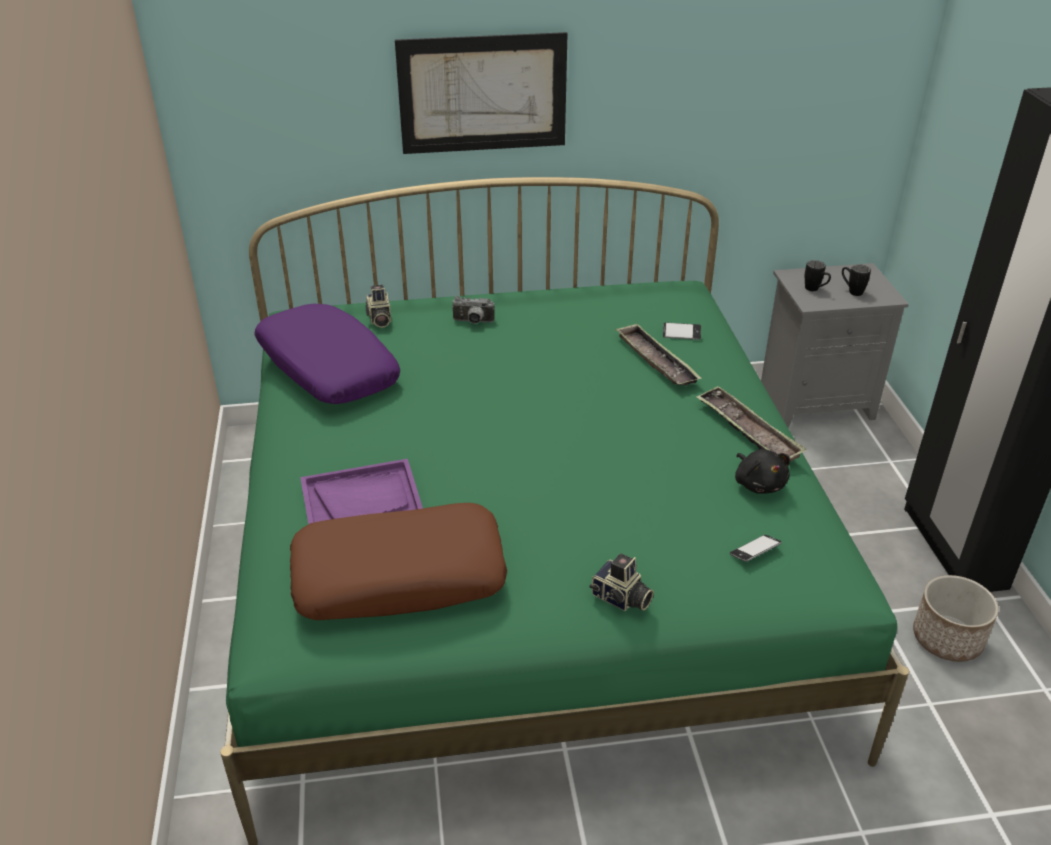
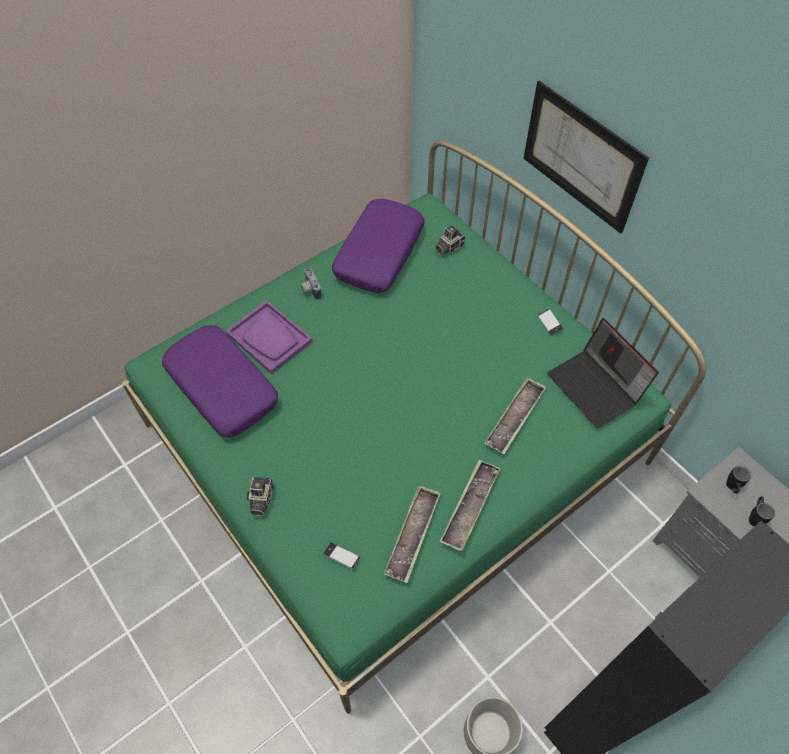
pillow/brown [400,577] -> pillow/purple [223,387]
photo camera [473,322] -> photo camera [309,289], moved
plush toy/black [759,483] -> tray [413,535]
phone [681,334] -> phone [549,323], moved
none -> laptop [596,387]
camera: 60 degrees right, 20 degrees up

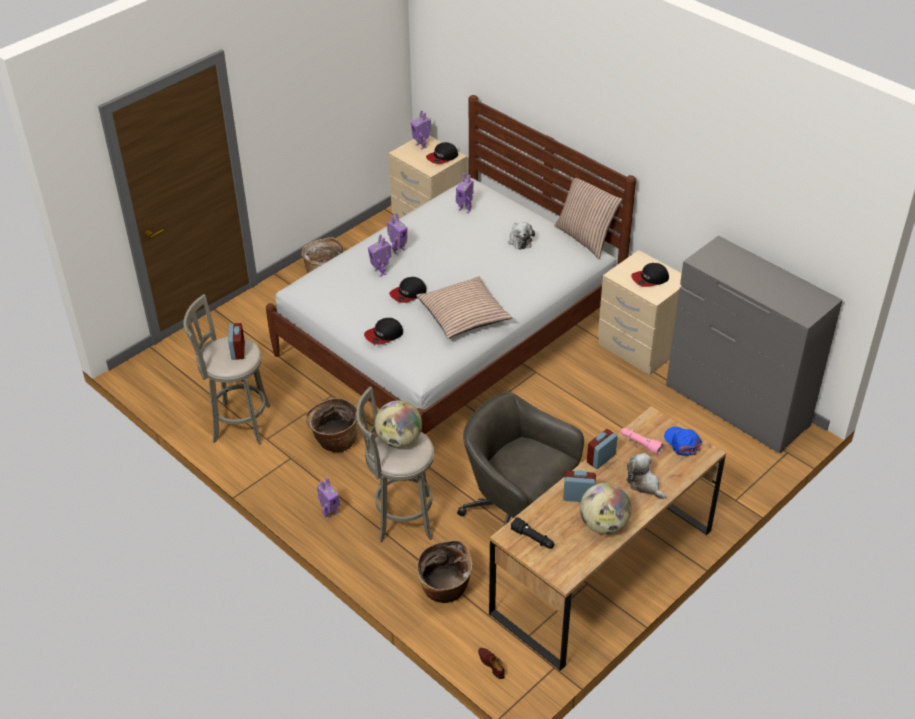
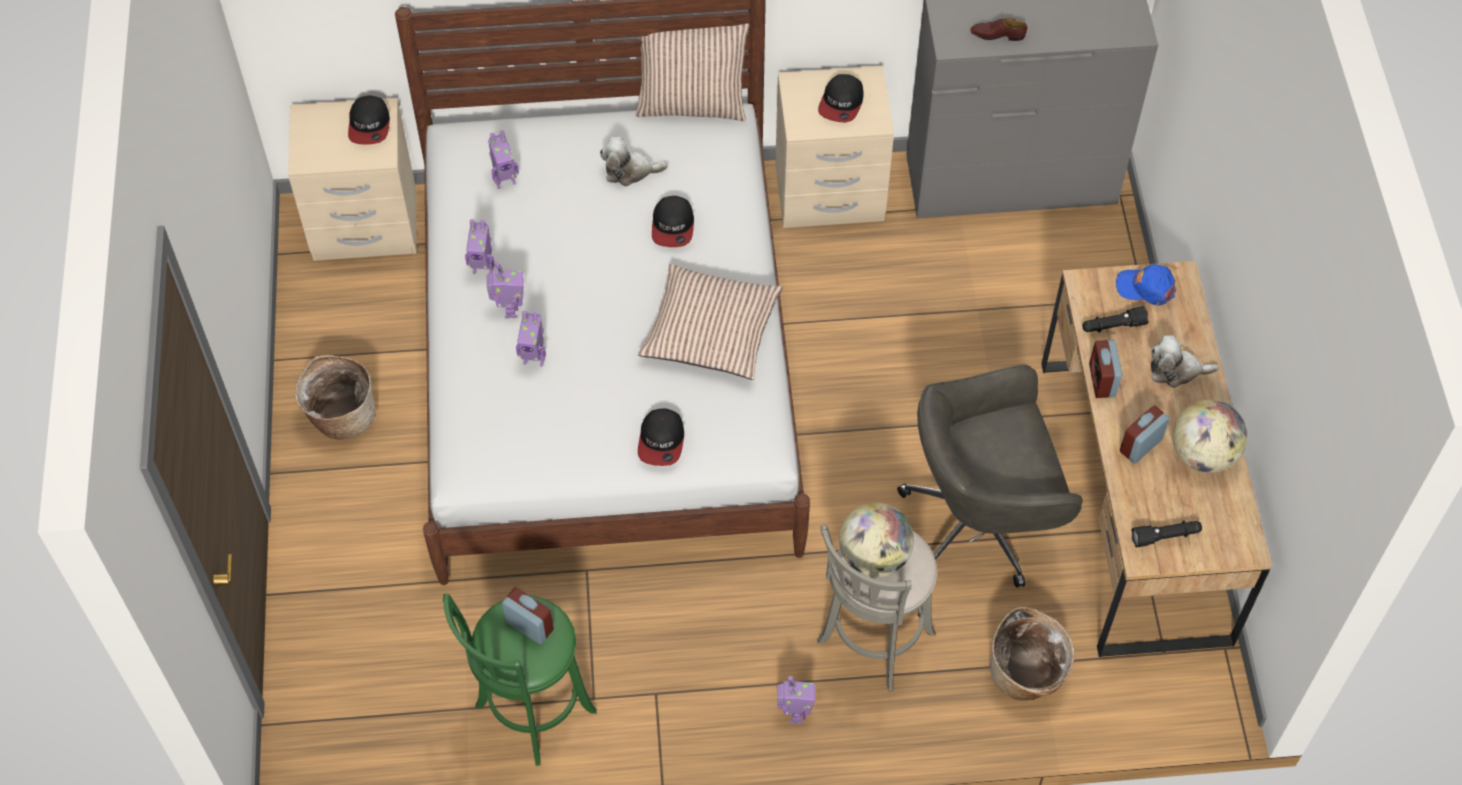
stool/grey [238,423] -> stool/green [530,713]
toy robot [421,145] -> toy robot [483,268], moved
plush toy [520,240] -> plush toy [630,171], 150 degrees clockwise
cap [408,294] -> cap [673,226], moved
shoe/brown [491,664] -> shoe/brown [997,34], moved
flashlight/pink [640,444] -> flashlight/black [1113,326]
basket [335,441] -> none
camera: 50 degrees left, 15 degrees up

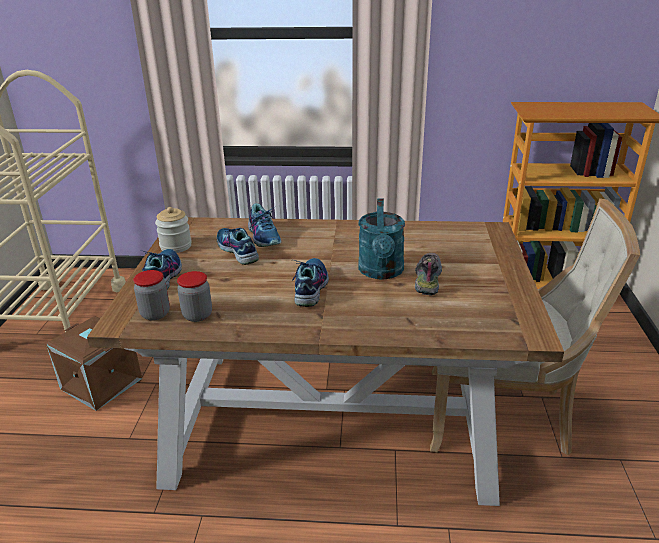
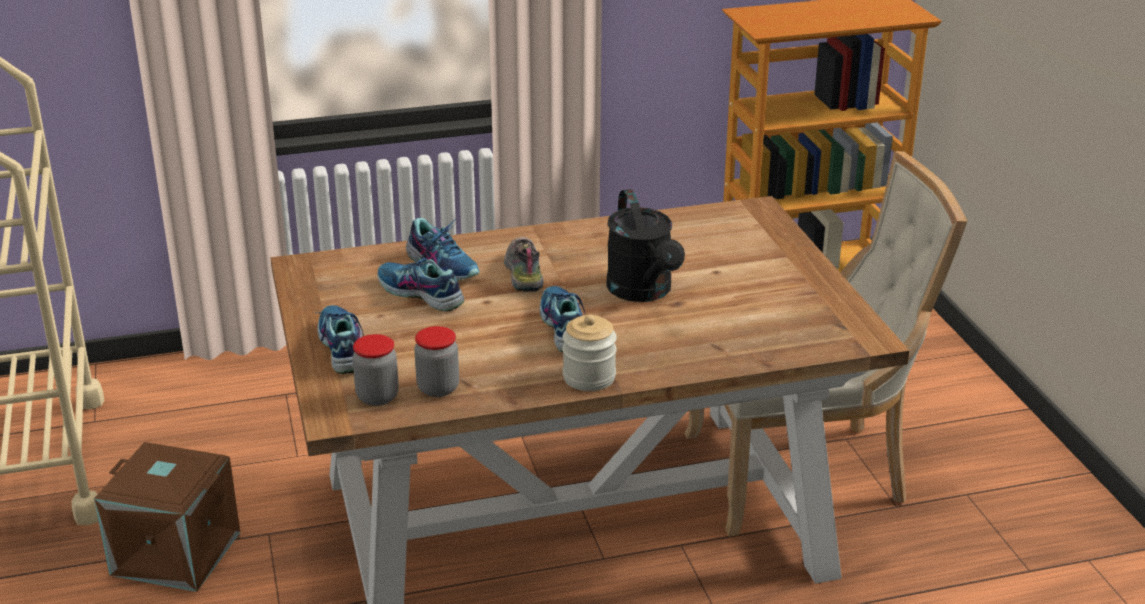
shoe [427,279] -> shoe [523,272], moved
jar [176,246] -> jar [589,377], moved
watering can/turquoise [381,272] -> watering can/black [644,292]
camera: 20 degrees left, 0 degrees up

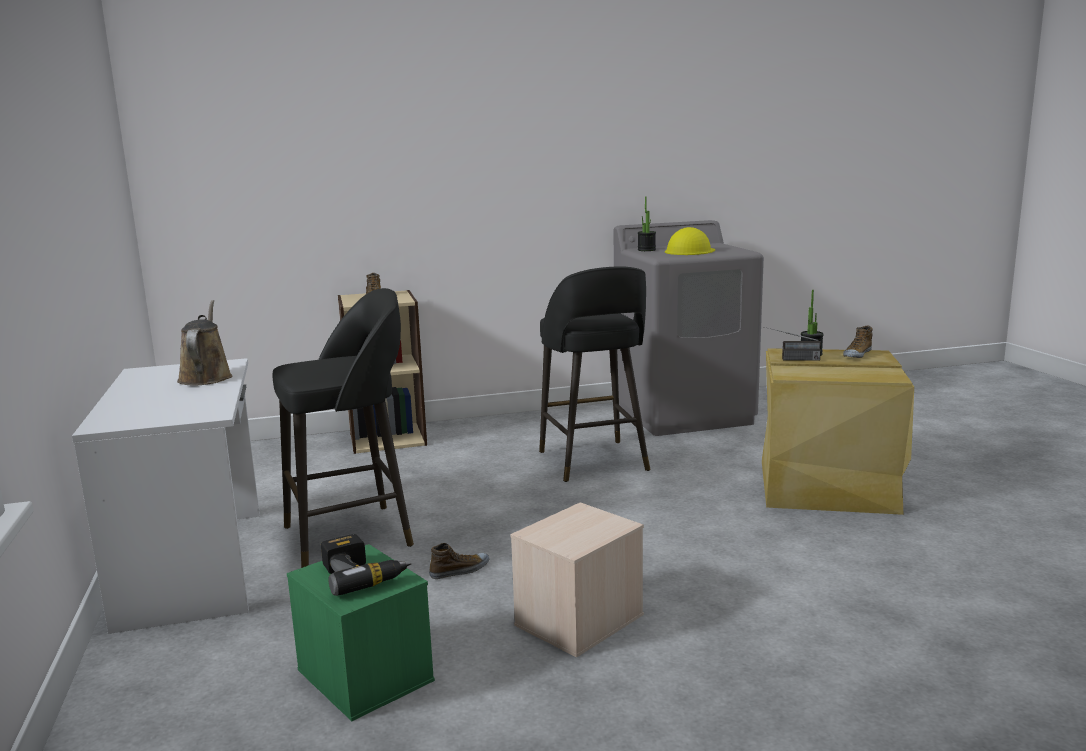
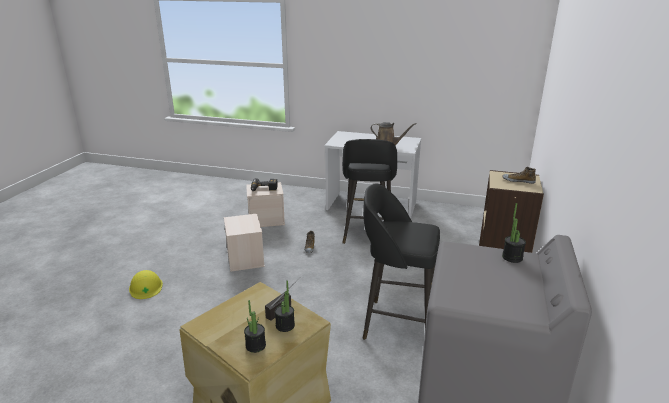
hard hat/yellow [689,251] -> hard hat/yellow [146,287], moved
shoe [857,354] -> potted plant [255,345]
storage box/green [363,675] -> storage box/beige [267,219]
camera: 120 degrees right, 10 degrees up

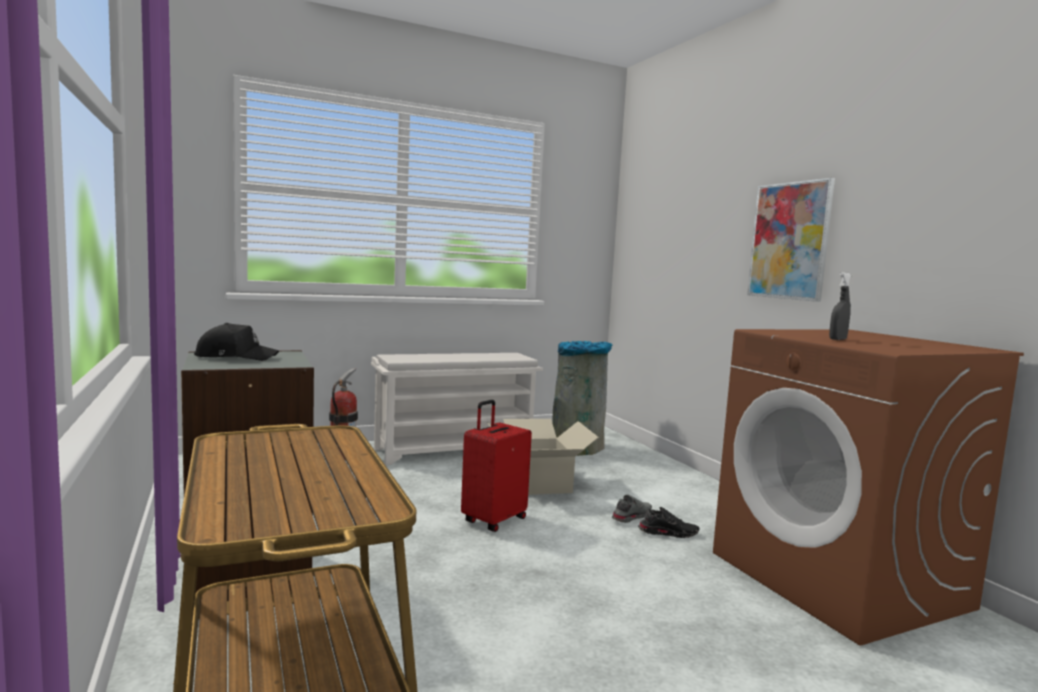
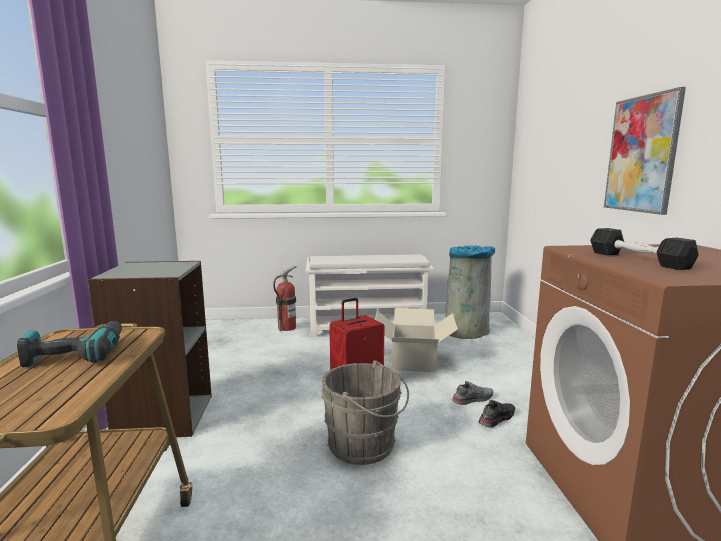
none -> power drill [76,354]
none -> bucket/grey [365,445]
shoe/black [668,532] -> shoe/black [496,418], 60 degrees counterclockwise
spray bottle/grey [837,339] -> dumbbell/black [637,260]
cap/black [236,357] -> none
camera: 20 degrees right, 5 degrees up

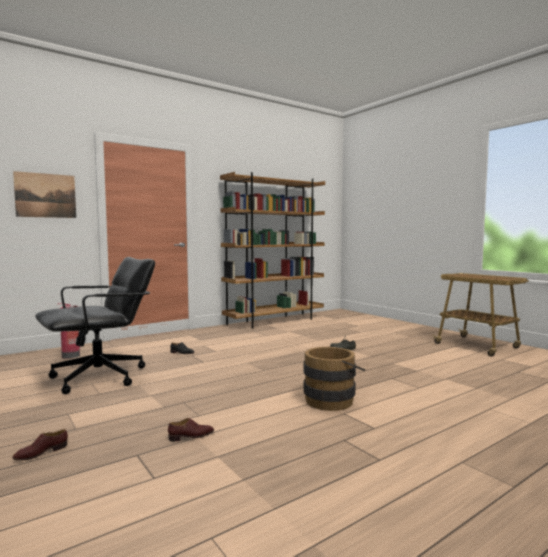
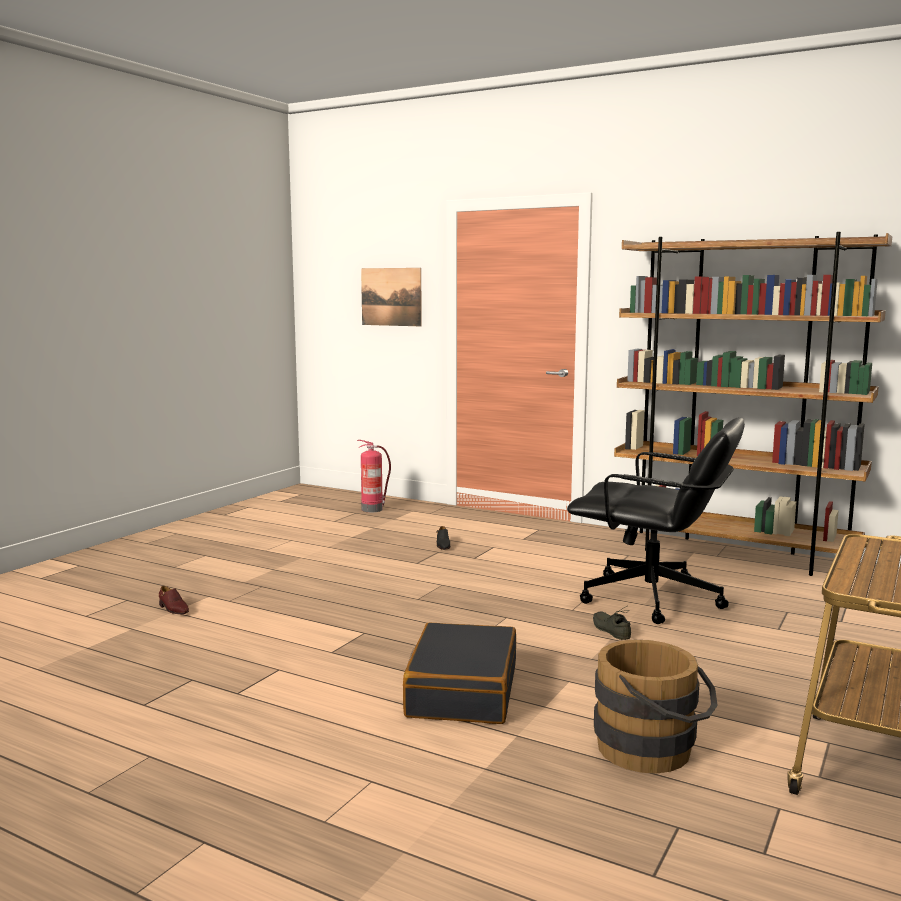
none -> suitcase/black [461,691]
office chair/black [100,377] -> office chair/black [653,599], moved
bucket/brown [332,400] -> bucket/brown [653,751], moved
shoe/brown [41,453] -> none
camera: 65 degrees right, 5 degrees up

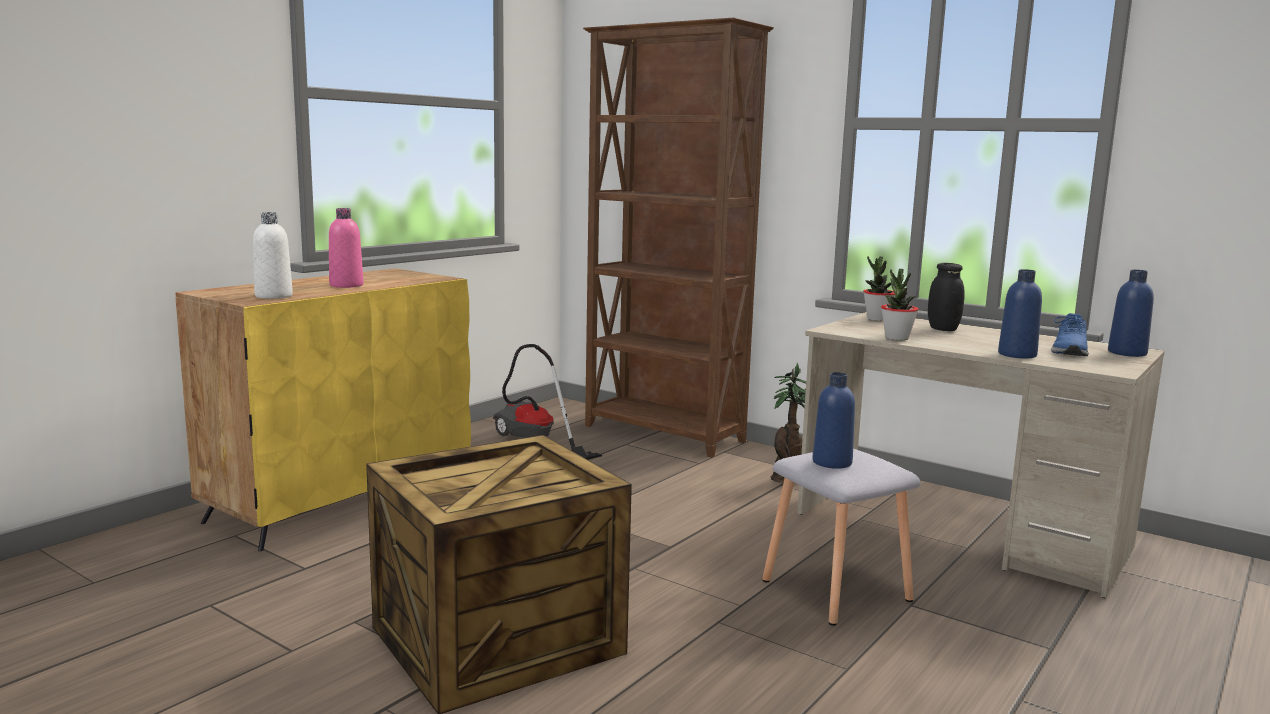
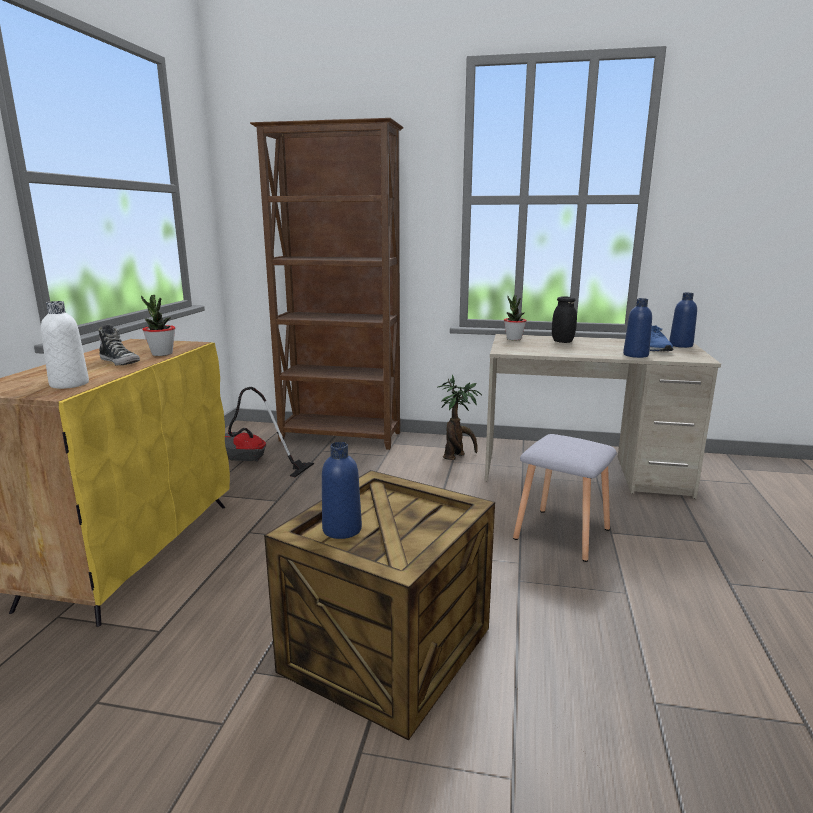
bottle/pink [346,285] -> shoe [120,362]
potted plant [896,338] -> potted plant [162,354], moved
bottle/blue [832,462] -> bottle/blue [342,529], moved
camera: 25 degrees left, 5 degrees up

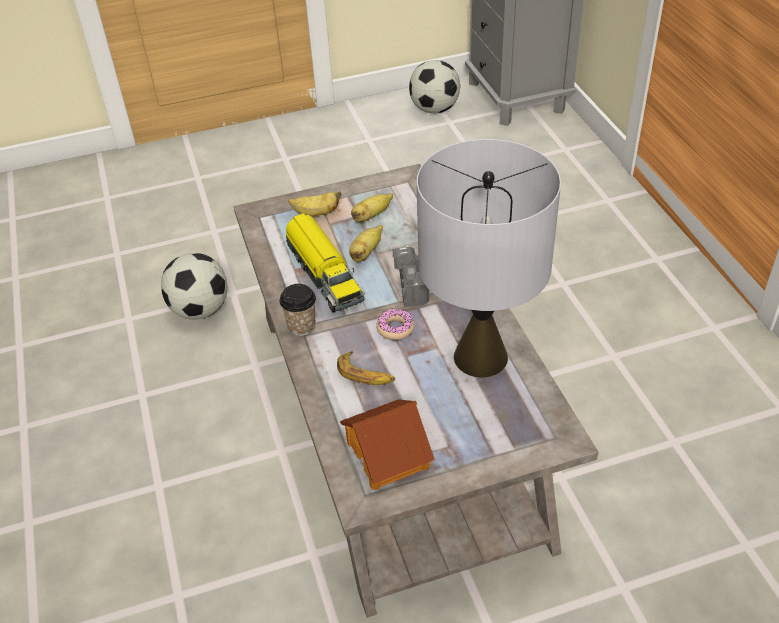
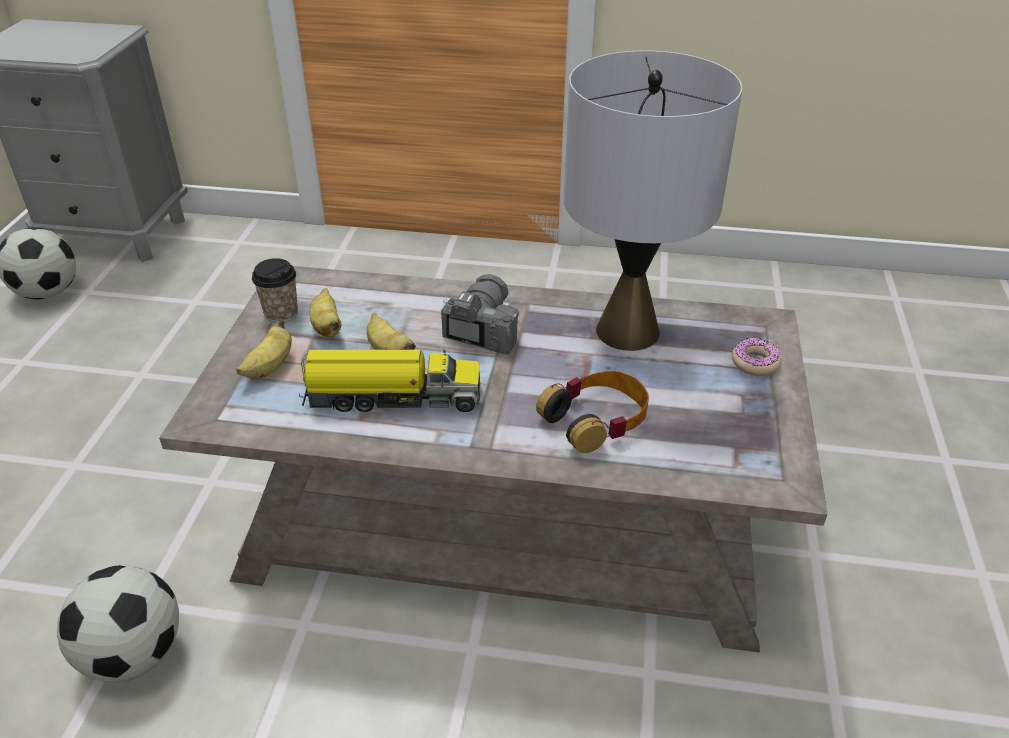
cup [301,326] -> cup [281,313], moved
banana [365,374] -> headphones [596,419]
donut [395,328] -> donut [755,363], moved
toy house [388,454] -> none
camera: 65 degrees left, 5 degrees down

